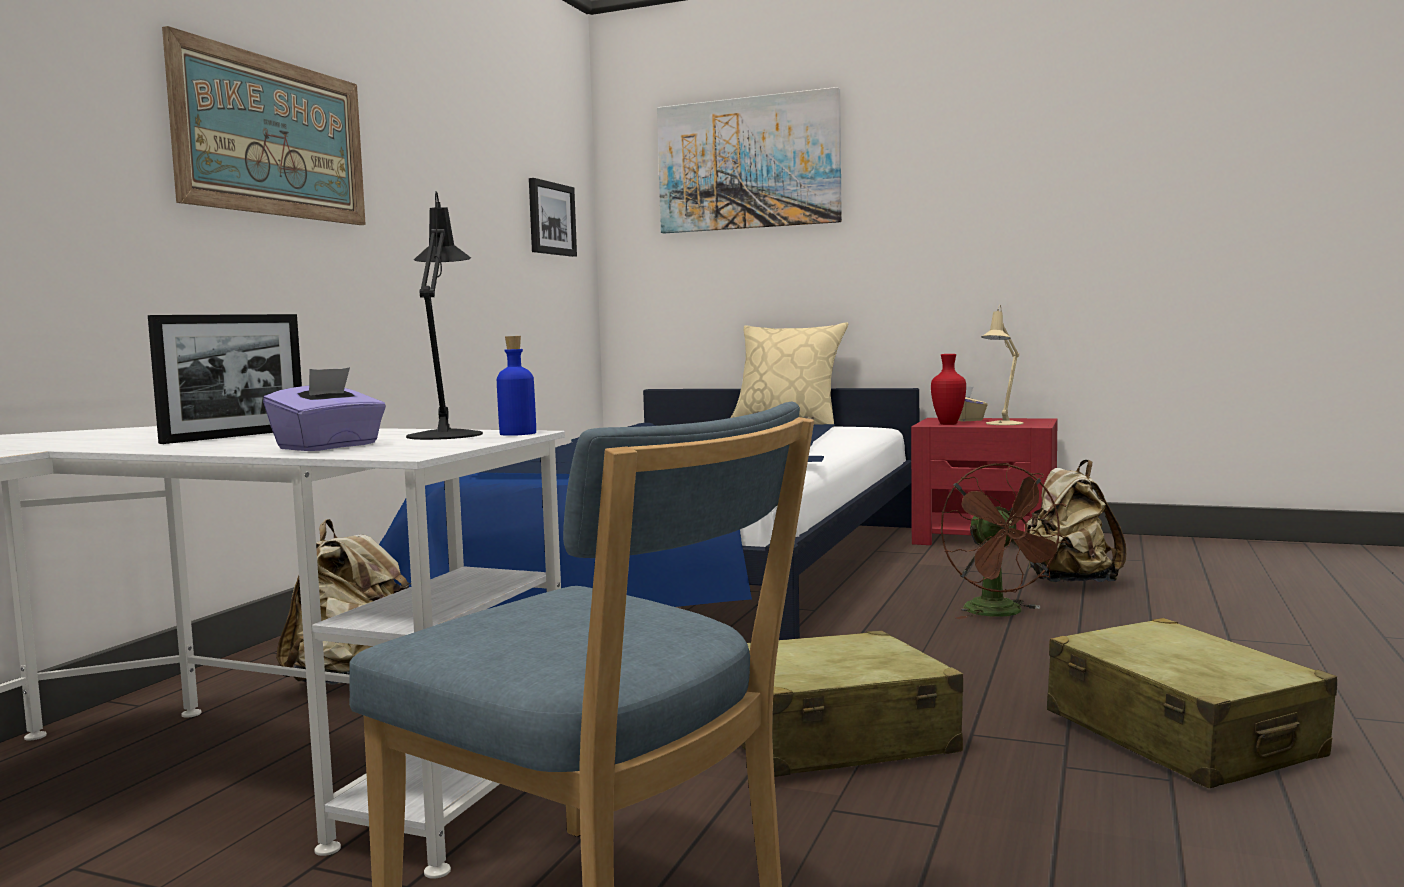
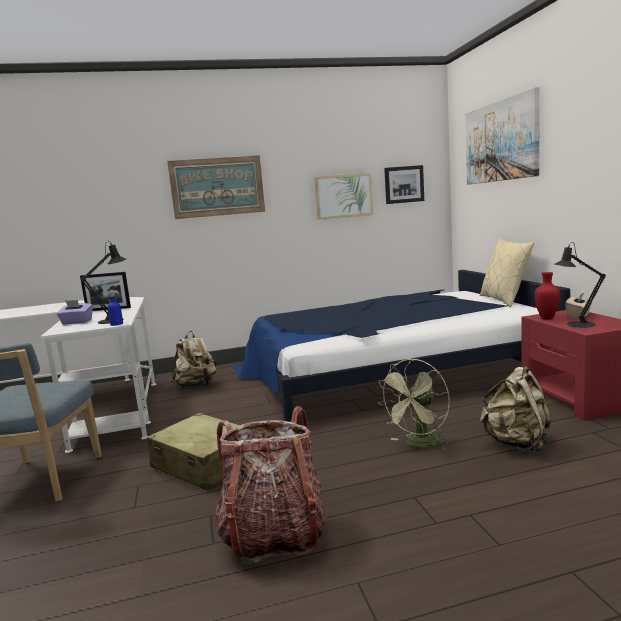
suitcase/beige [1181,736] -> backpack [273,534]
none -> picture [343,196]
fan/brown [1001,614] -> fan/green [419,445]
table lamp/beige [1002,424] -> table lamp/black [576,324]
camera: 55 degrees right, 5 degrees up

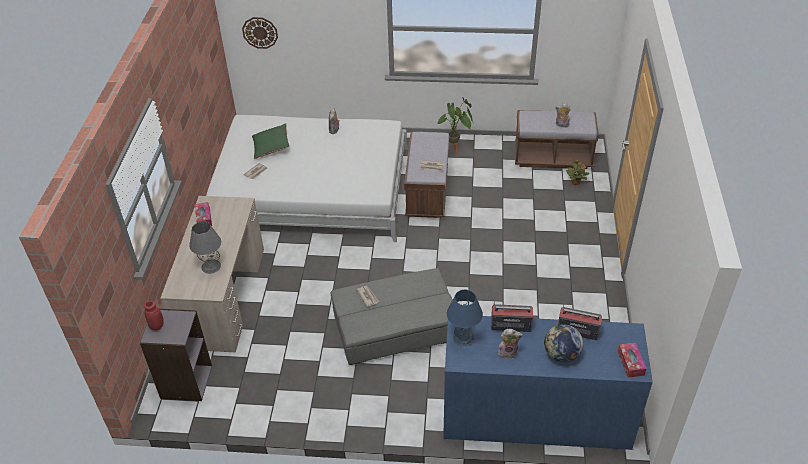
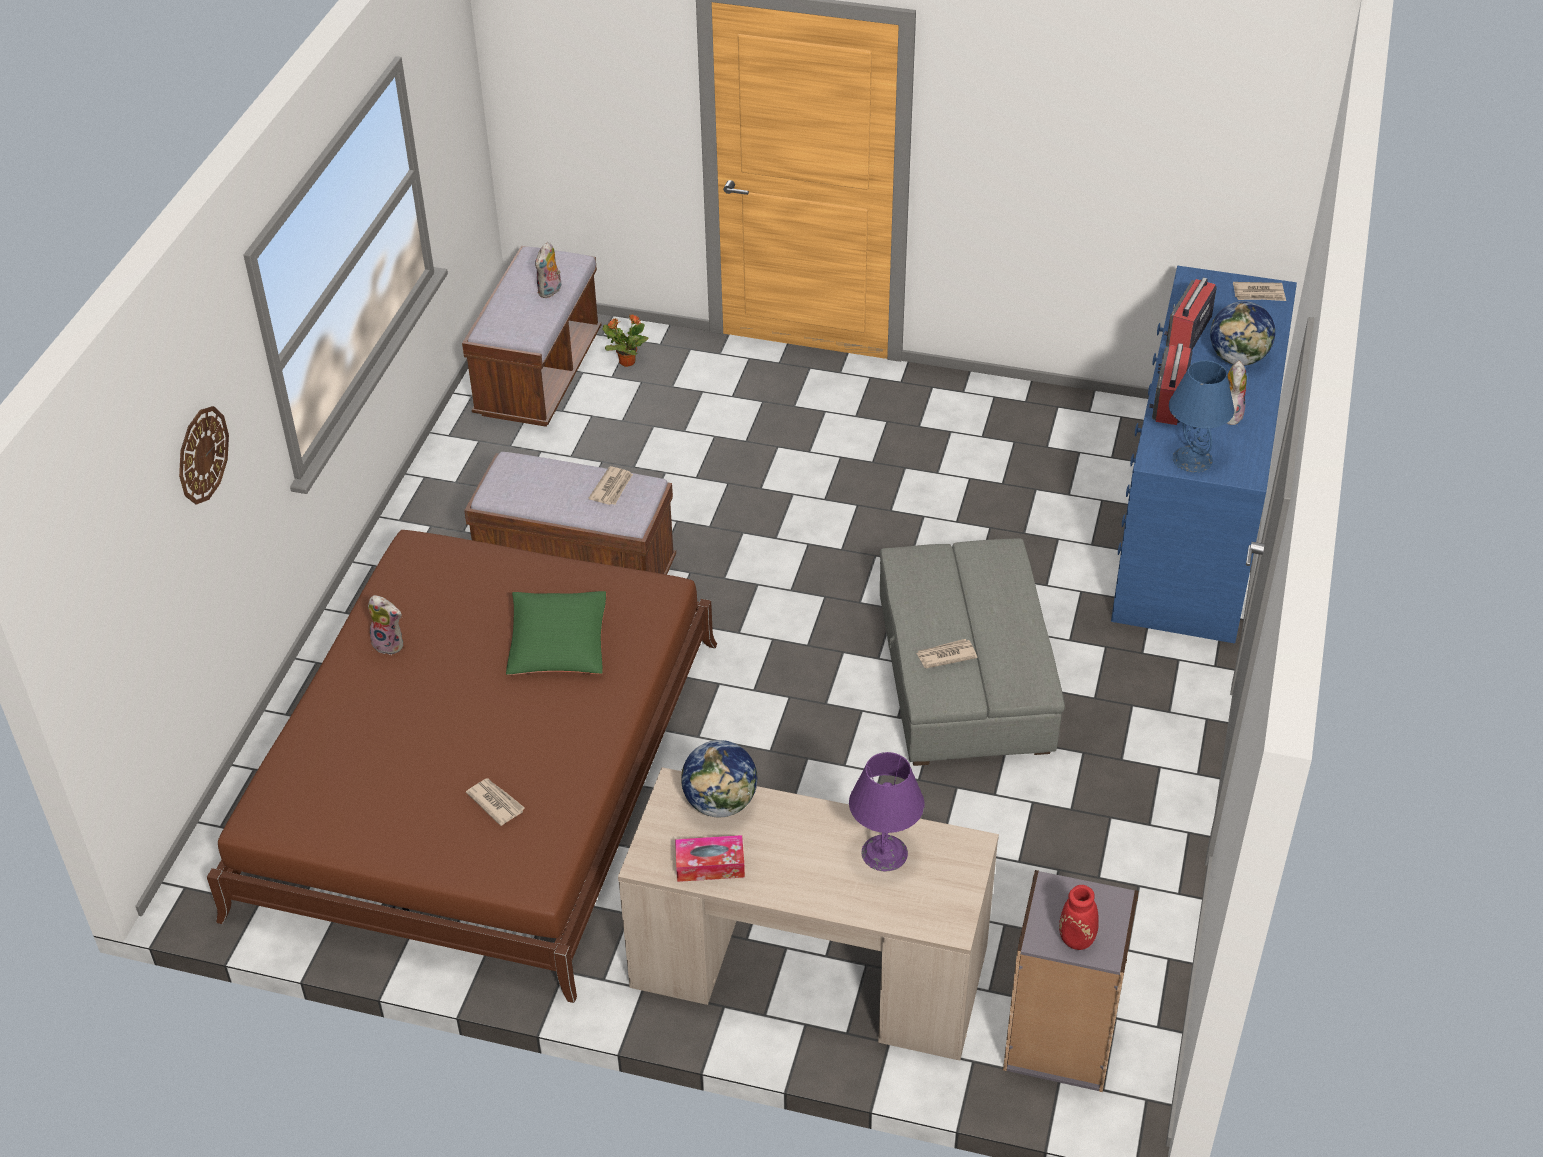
wall clock [260,32] -> wall clock [202,454], moved
bed/white [311,189] -> bed/brown [482,774]
pillow/green [271,147] -> pillow/green [558,646], moved
none -> globe [721,803]
table lamp/grey [211,266] -> table lamp/purple [884,852]
tissue box [630,363] -> newspaper [1259,294]
potted plant [456,153] -> none
camera: 80 degrees left, 0 degrees up

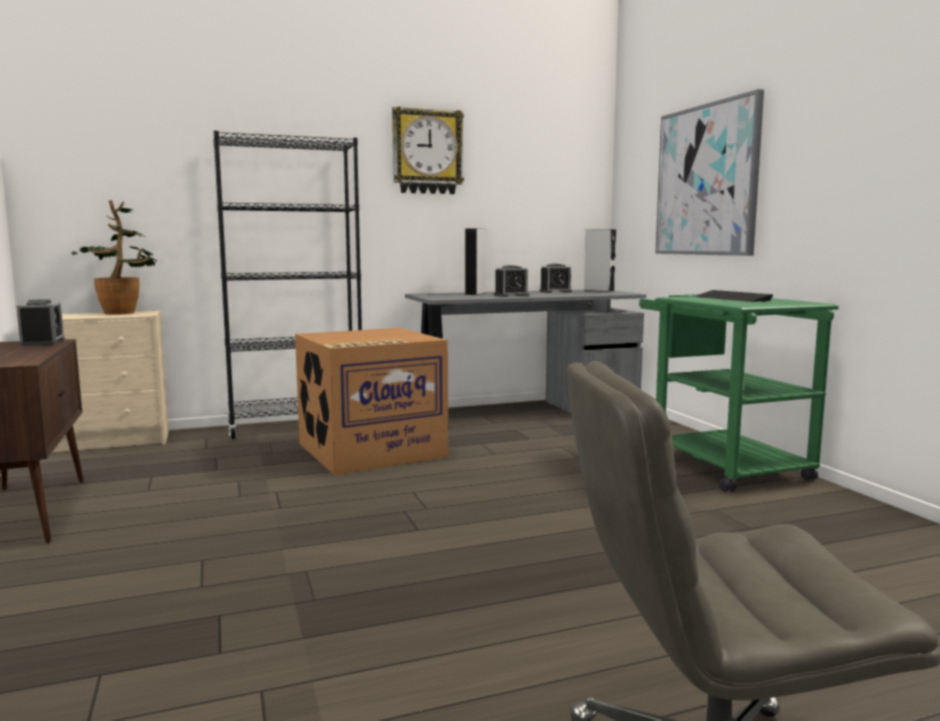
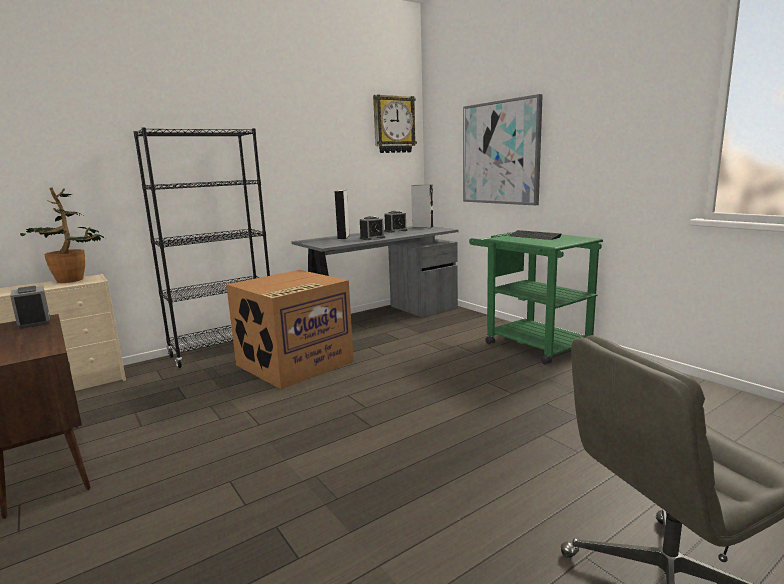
wall clock [427,152] -> wall clock [393,124], moved
camera: 15 degrees left, 5 degrees up

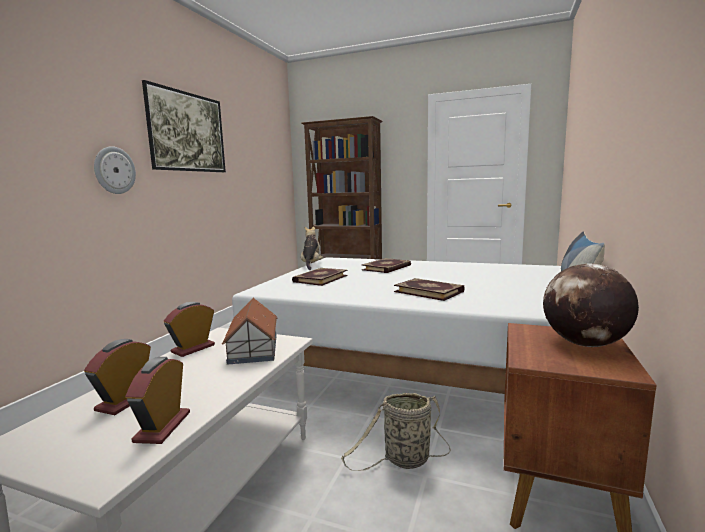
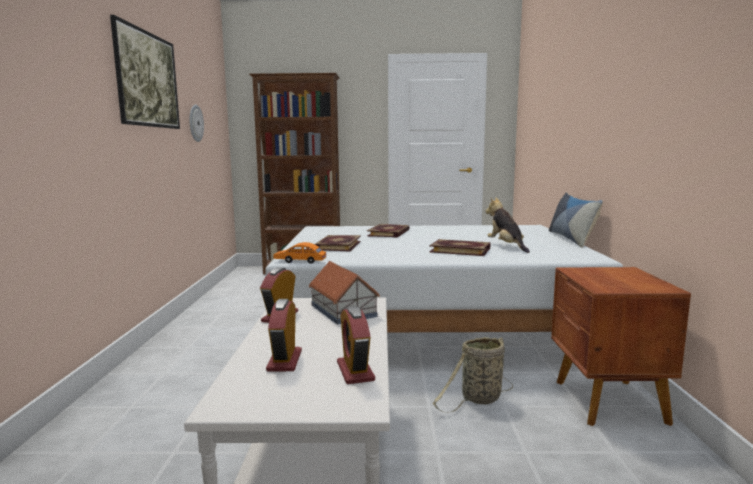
wall clock [114,170] -> wall clock [195,123], moved
none -> toy car/orange [300,261]
plush toy [311,265] -> plush toy [506,246], moved
globe [585,344] -> none
camera: 20 degrees left, 0 degrees up

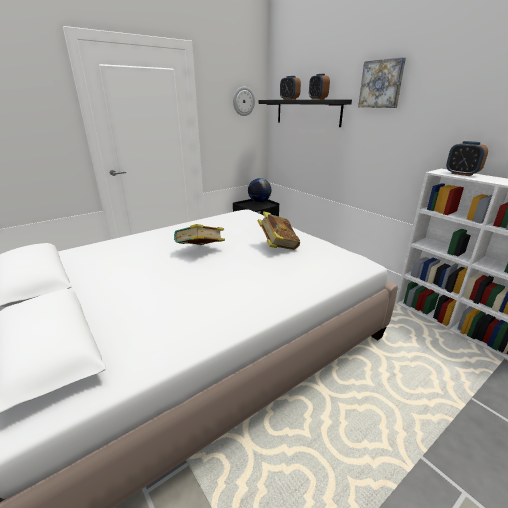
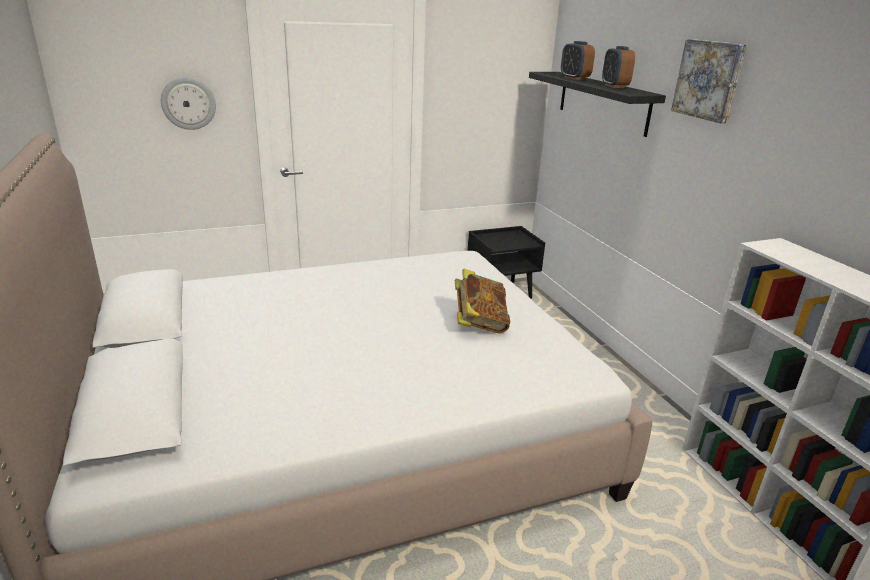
wall clock [243,101] -> wall clock [188,103], moved
book [200,251] -> none
globe [259,201] -> none
alarm clock [461,174] -> none
camera: 15 degrees right, 0 degrees up

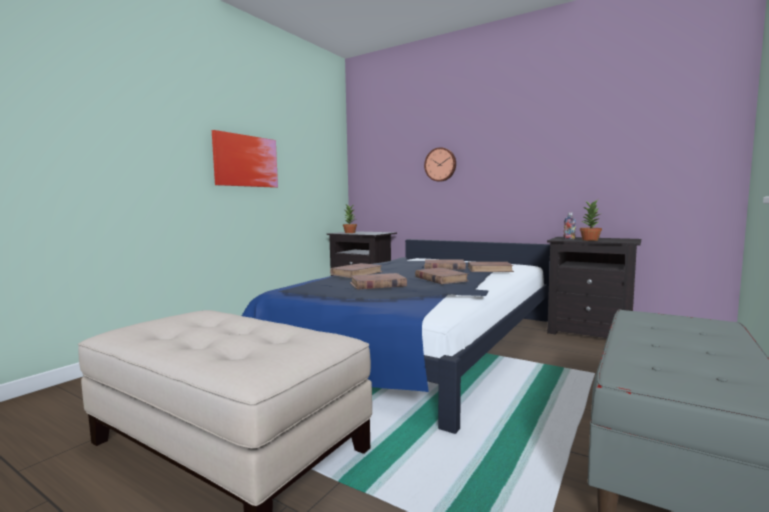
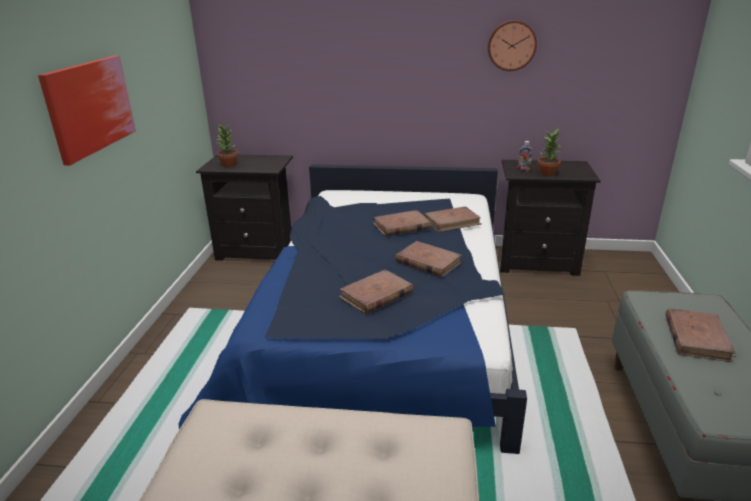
wall clock [440,164] -> wall clock [511,45], moved
book/brown [357,273] -> book/brown [696,337], moved
camera: 25 degrees left, 20 degrees up

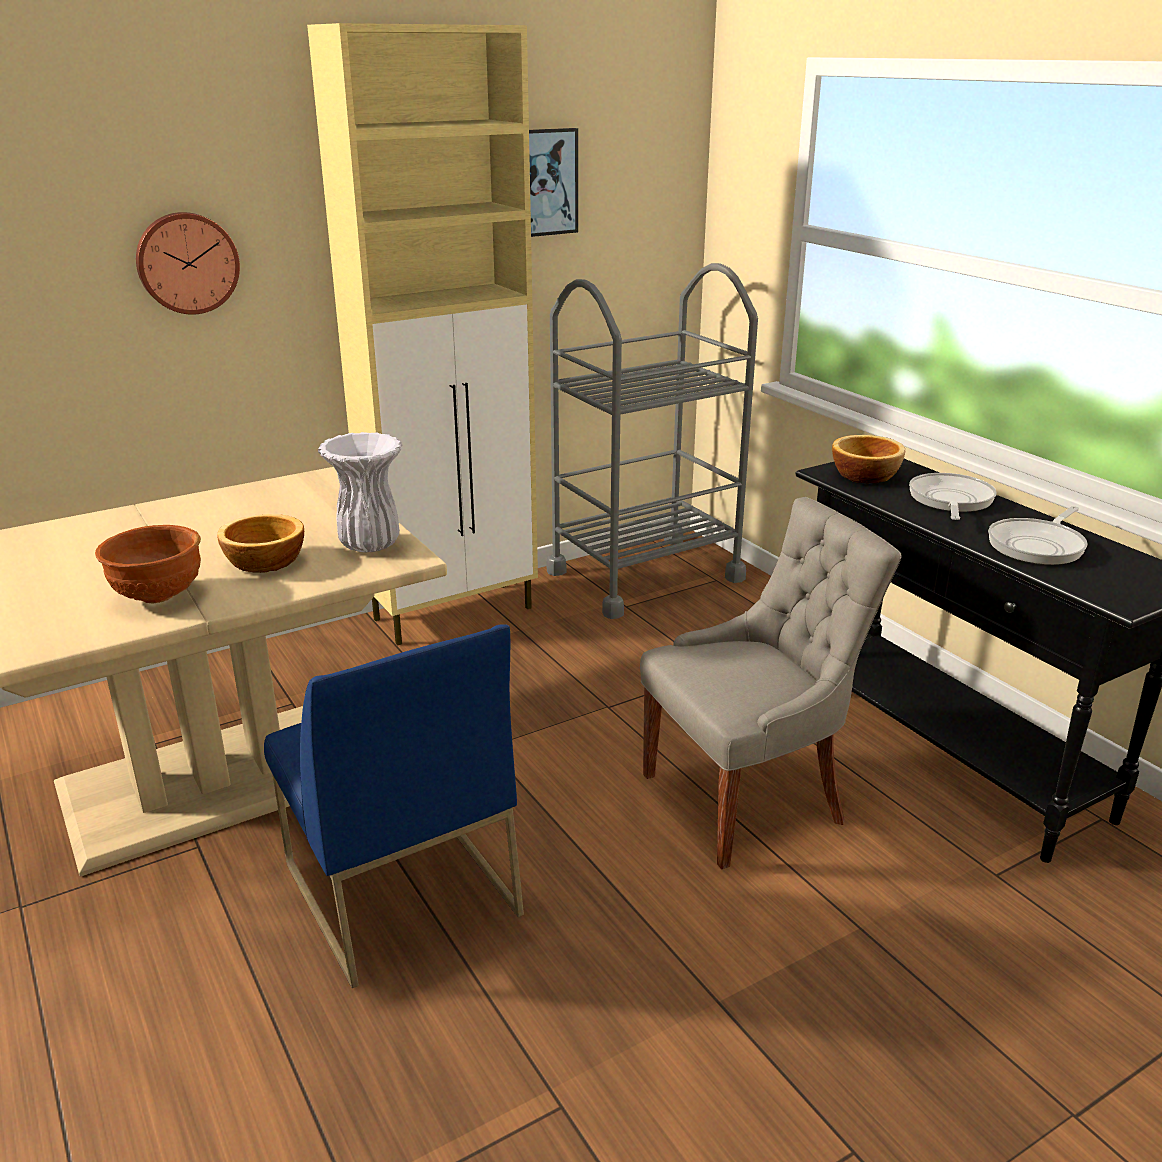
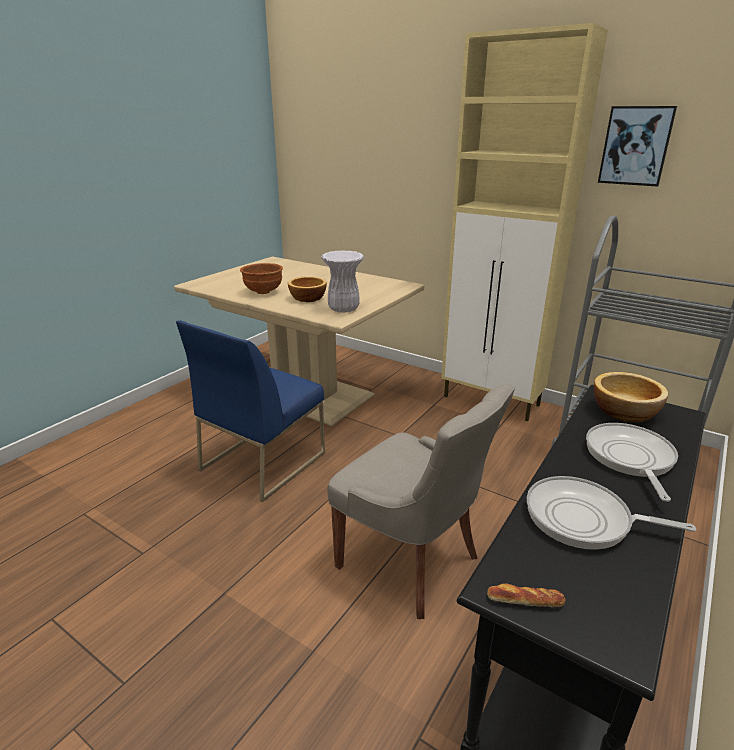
none -> bread [525,600]
frying pan [950,500] -> frying pan [630,458], 75 degrees counterclockwise
wall clock [187,263] -> none
camera: 65 degrees right, 0 degrees up

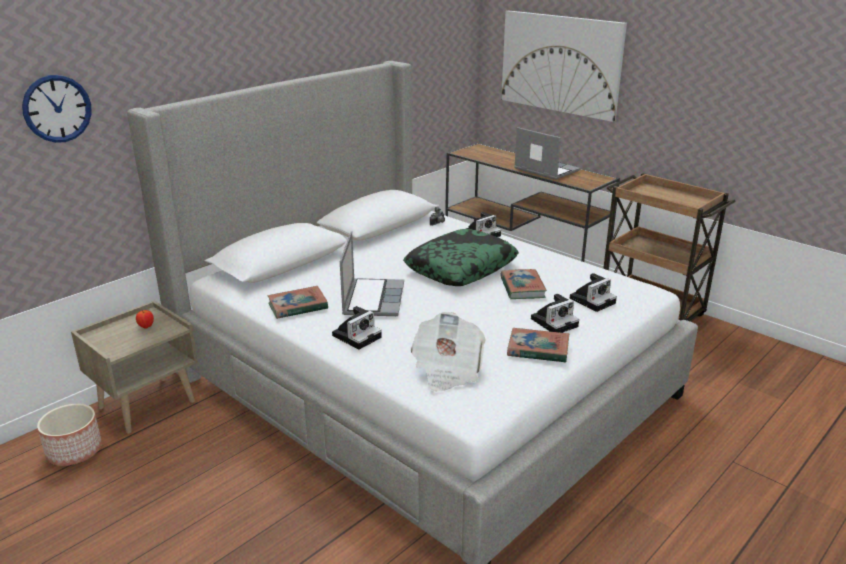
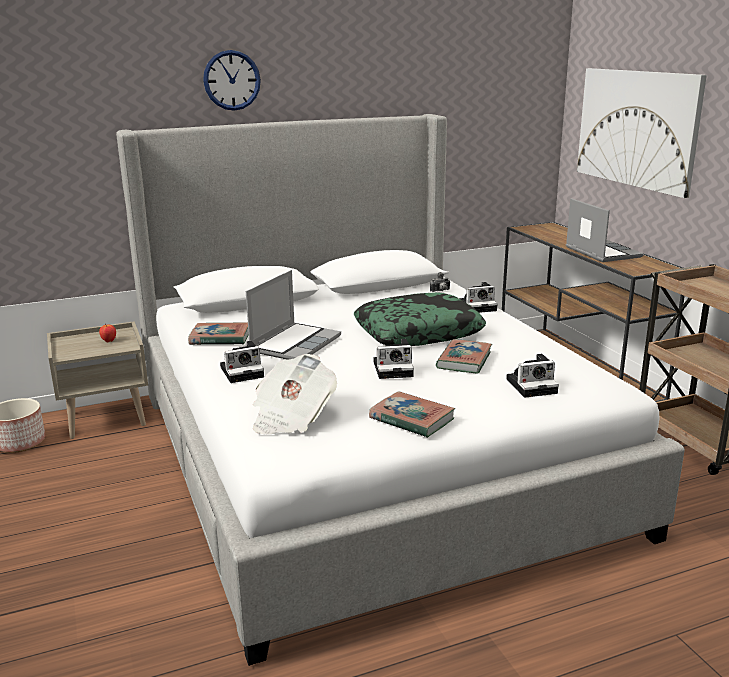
wall clock [57,108] -> wall clock [232,80], moved
photo camera [555,322] -> photo camera [394,369], moved
camera: 25 degrees right, 5 degrees down

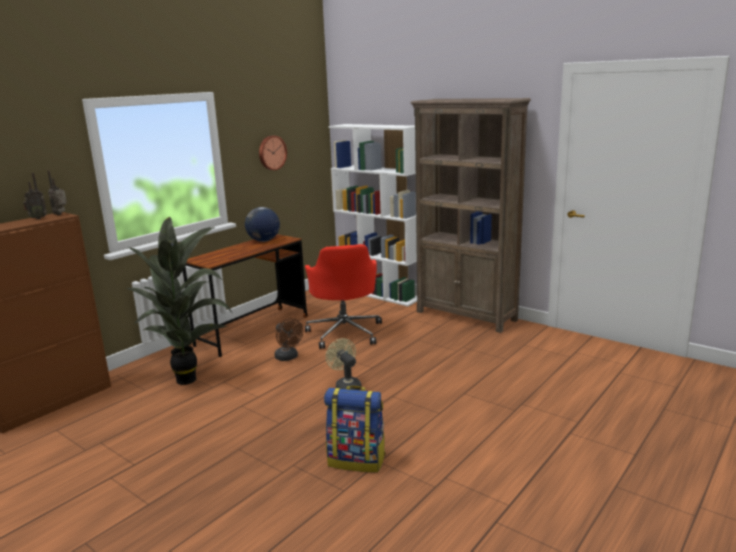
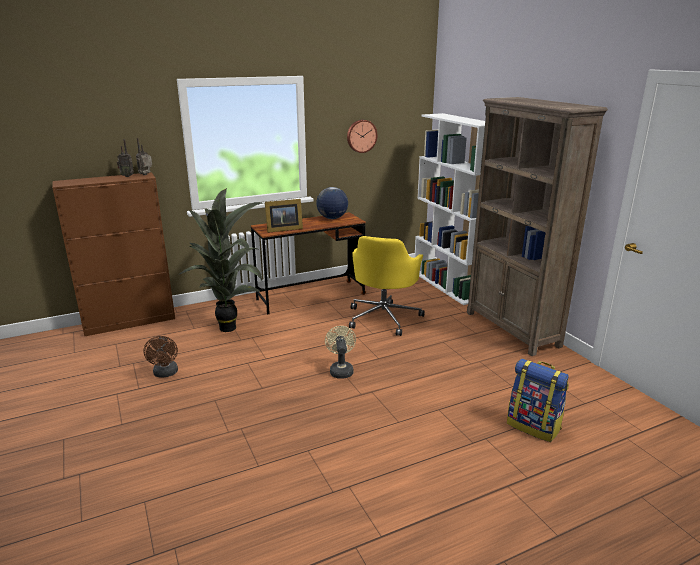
fan/brown [288,357] -> fan/brown [165,374], moved
none -> picture frame [283,229]
office chair/red [345,332] -> office chair/yellow [384,317]
backpack [357,460] -> backpack [534,426], moved
camera: 25 degrees right, 5 degrees up

